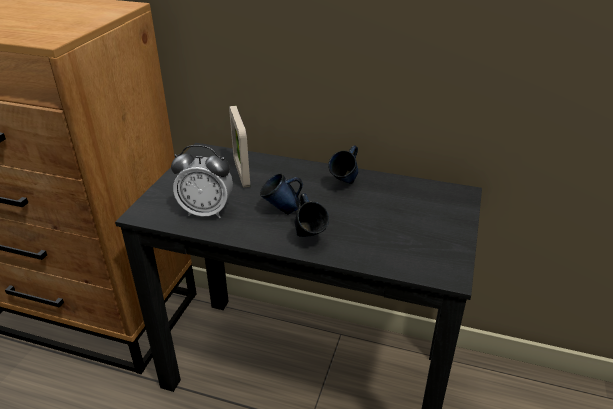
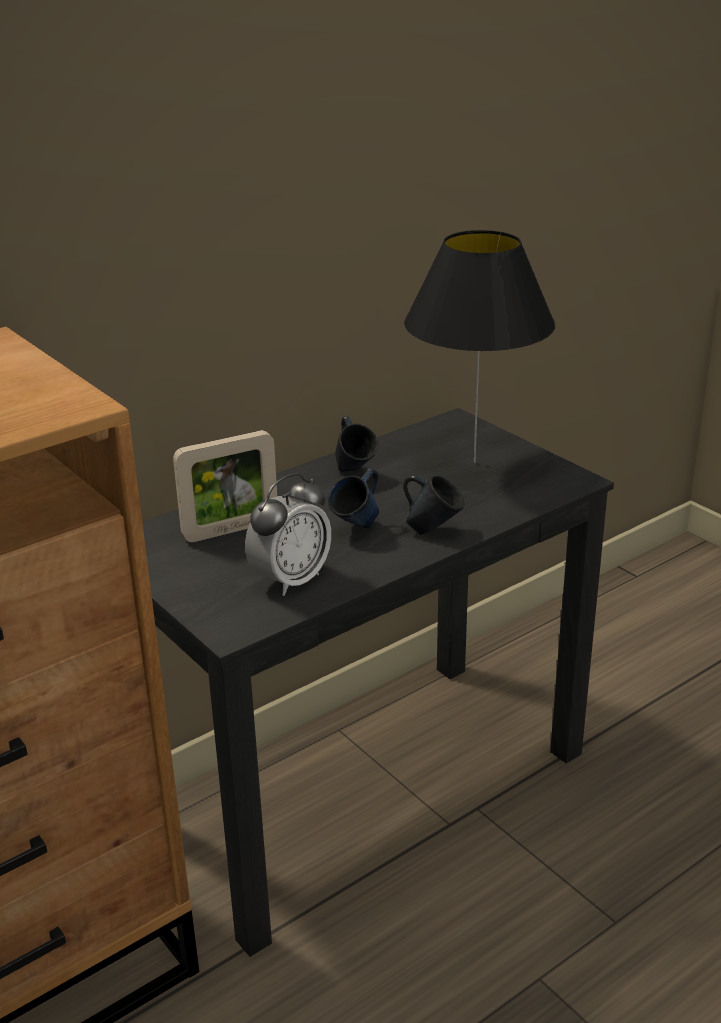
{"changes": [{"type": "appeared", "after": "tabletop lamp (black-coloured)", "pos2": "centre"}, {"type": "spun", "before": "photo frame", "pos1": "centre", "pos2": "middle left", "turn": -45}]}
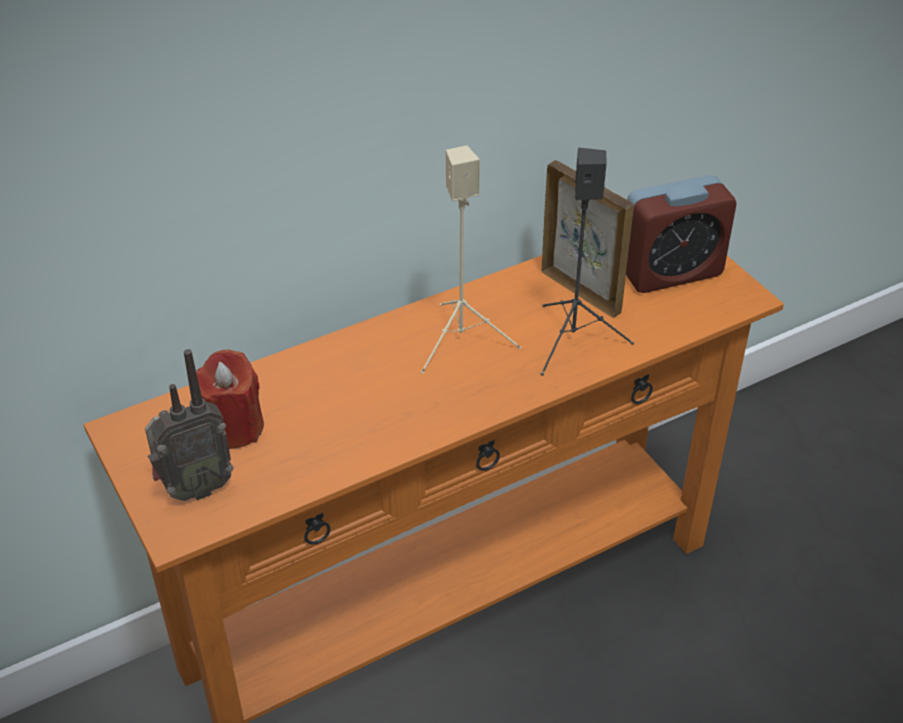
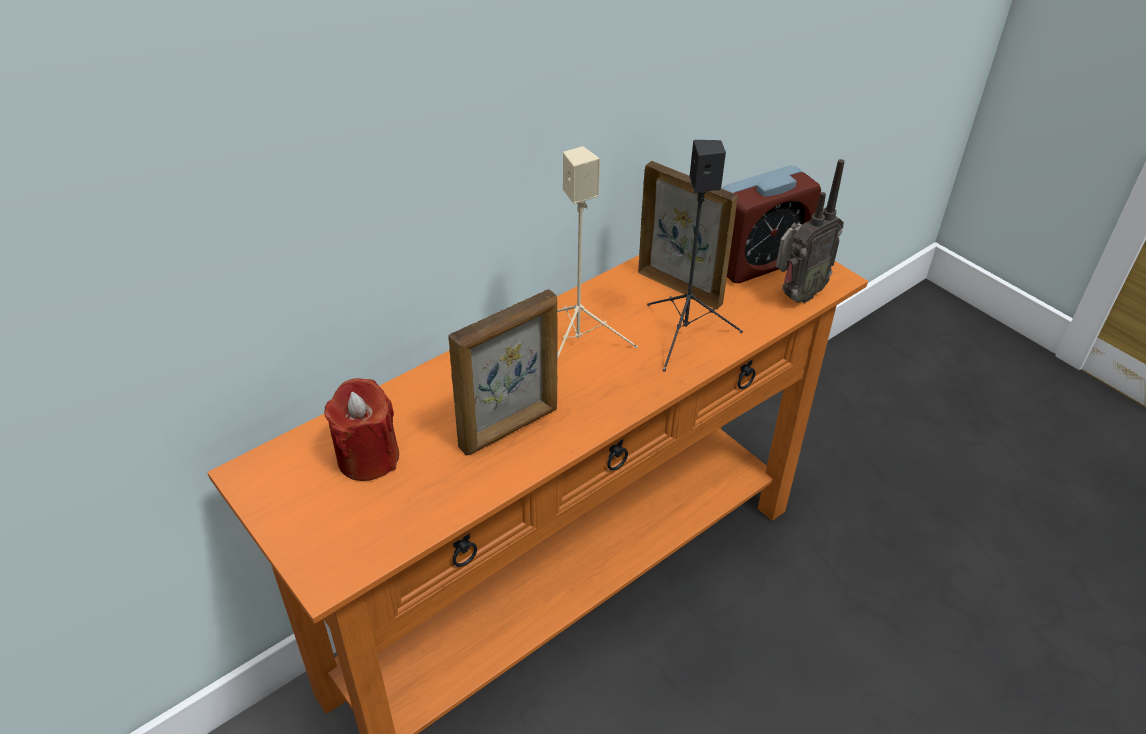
{"changes": [{"type": "appeared", "after": "photo frame (no. 1 from left)", "pos2": "centre"}, {"type": "relocated", "before": "radio receiver", "pos1": "middle left", "pos2": "top right"}]}
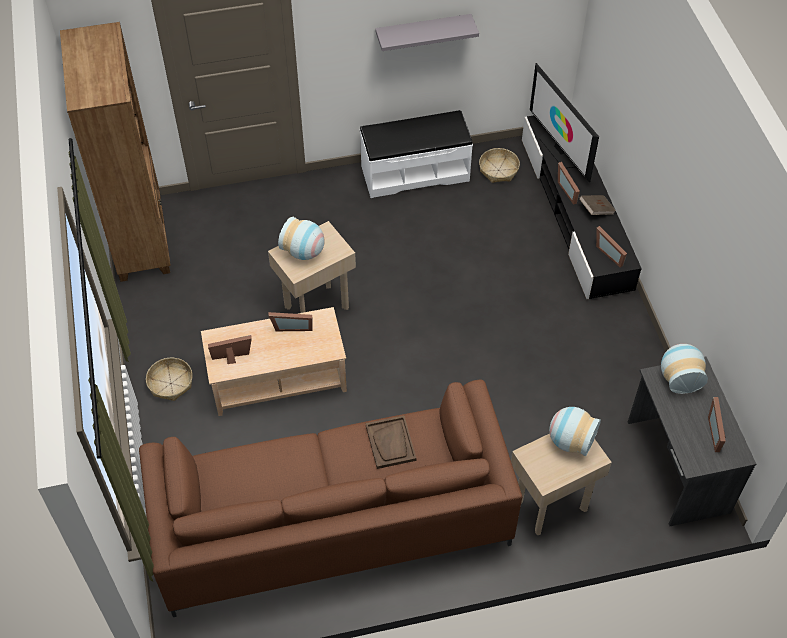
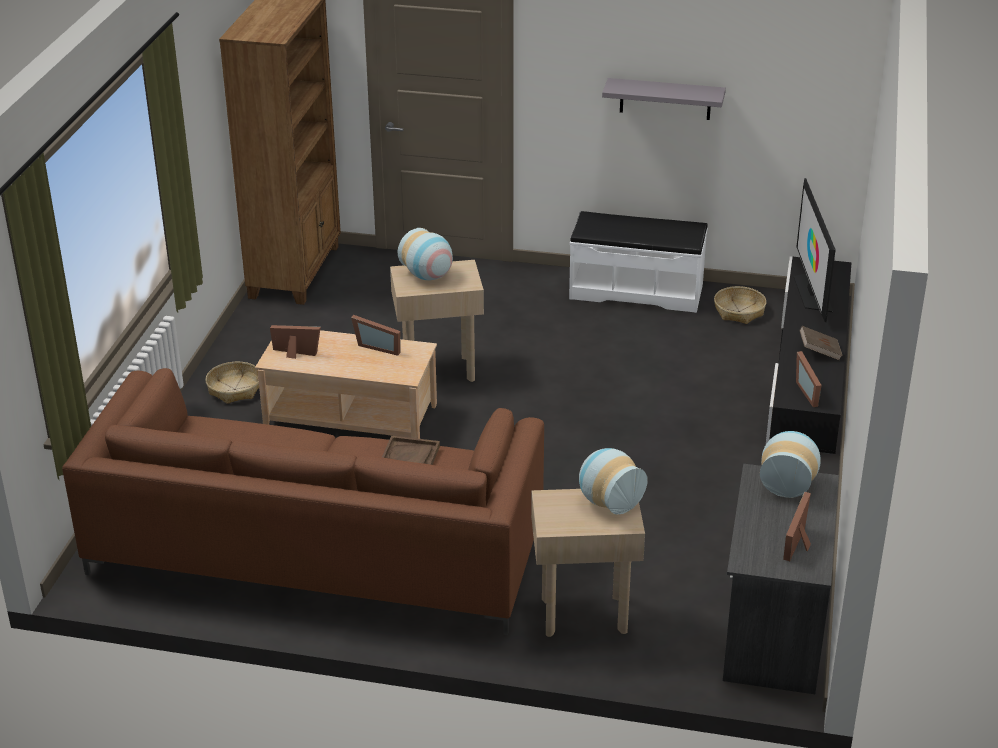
{"changes": [{"type": "missing", "before": "photo frame (no. 3 from left)", "pos1": "top right"}]}
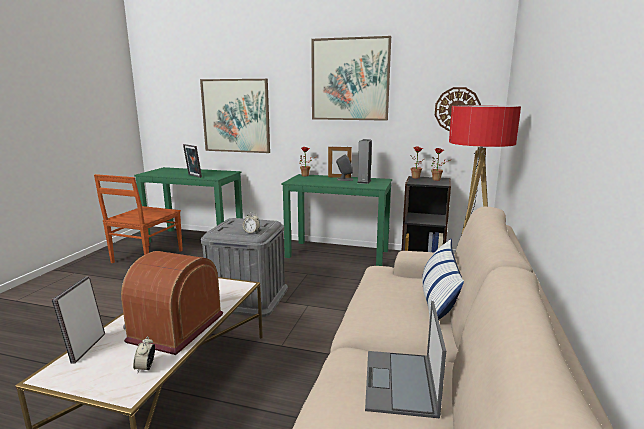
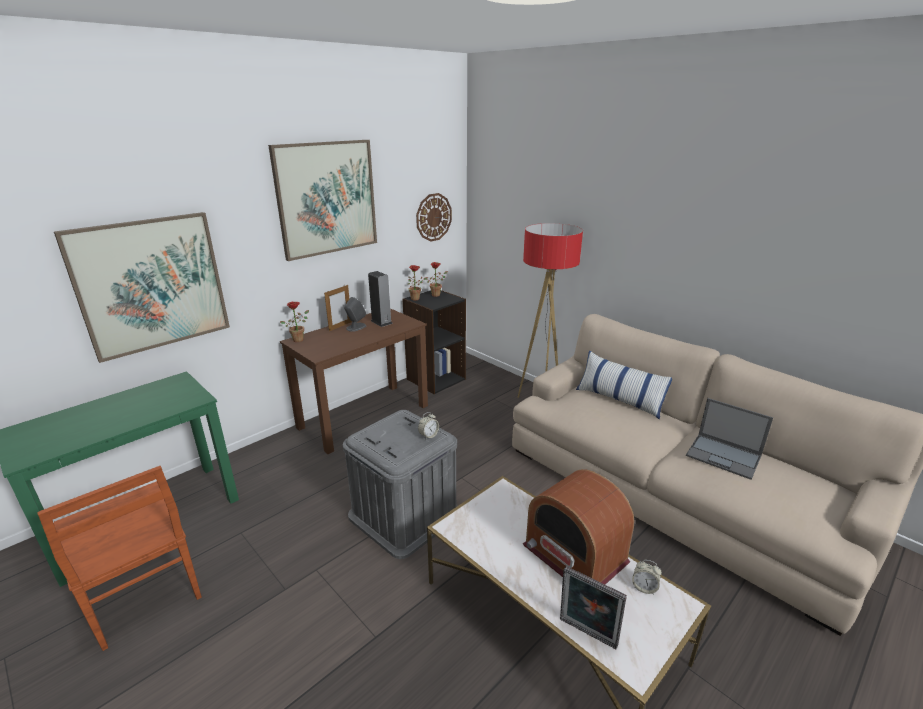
{"changes": [{"type": "missing", "before": "photo frame (no. 2 from left)", "pos1": "middle left"}, {"type": "colour", "before": "desk unit (greenish) (no. 2 from left)", "after": "desk unit (brown-coloured)", "pos1": "centre", "pos2": "centre"}]}
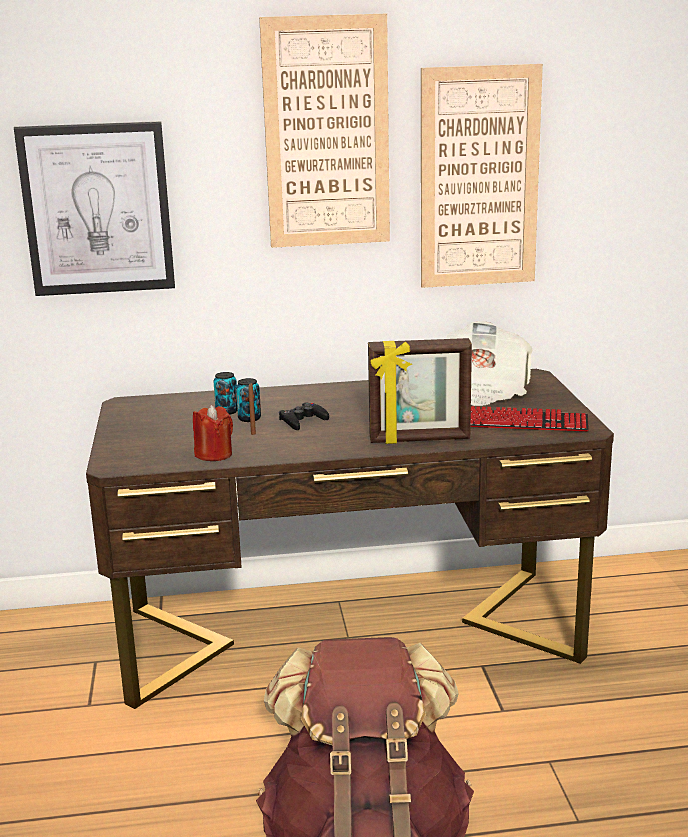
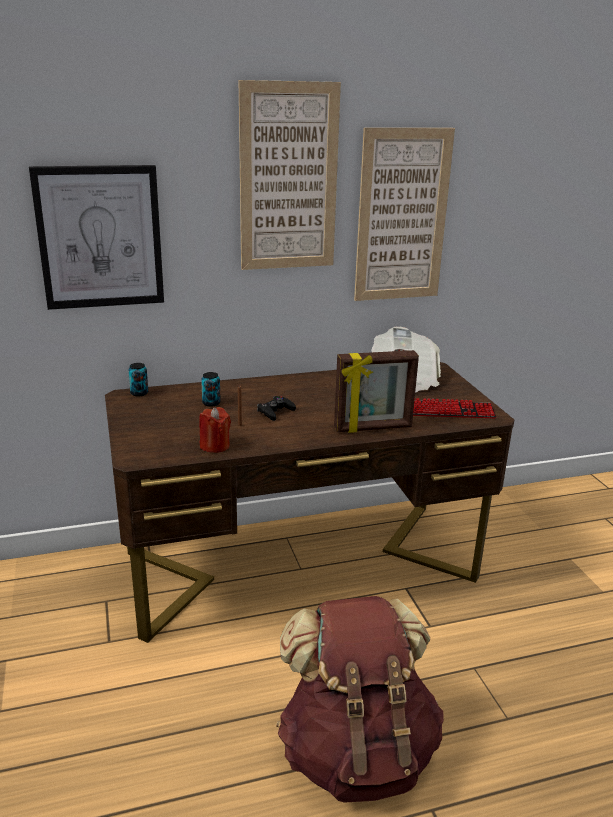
{"changes": [{"type": "relocated", "before": "sealed can (no. 2 from left in the first image)", "after": "sealed can (no. 1 from left)", "pos1": "centre", "pos2": "middle left"}]}
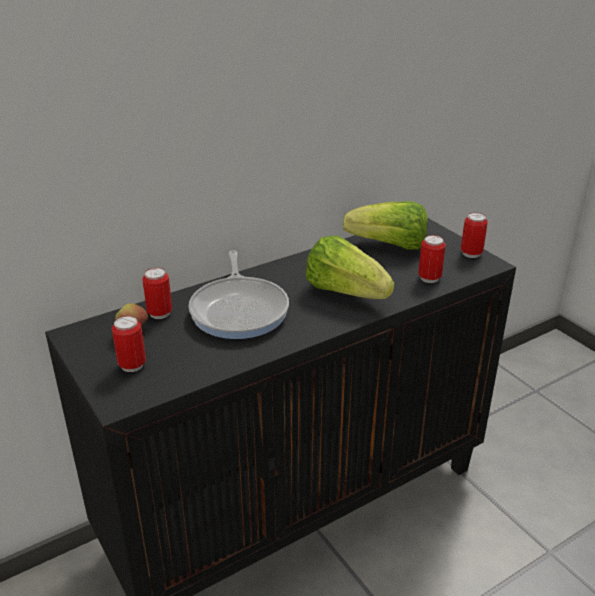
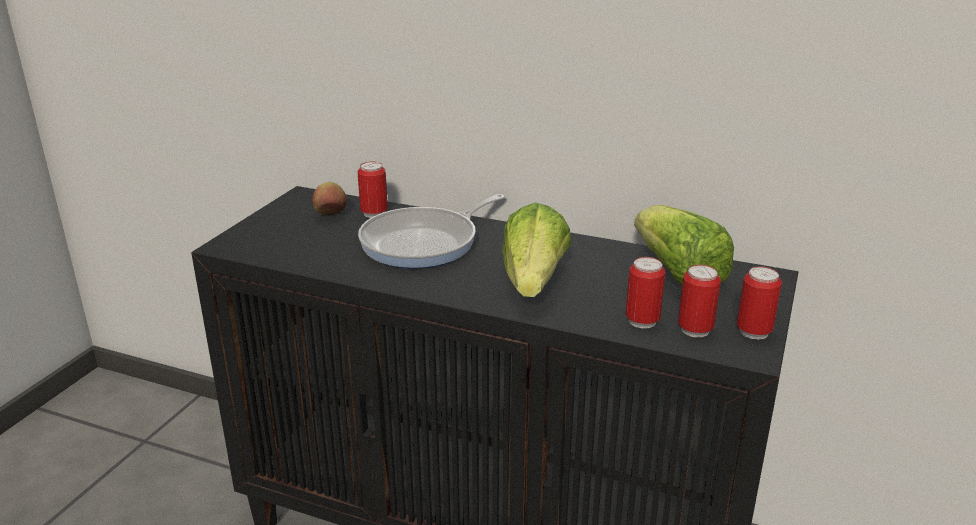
{"changes": [{"type": "relocated", "before": "sealed can (no. 1 from left in the first image)", "after": "sealed can (no. 3 from left)", "pos1": "middle left", "pos2": "middle right"}]}
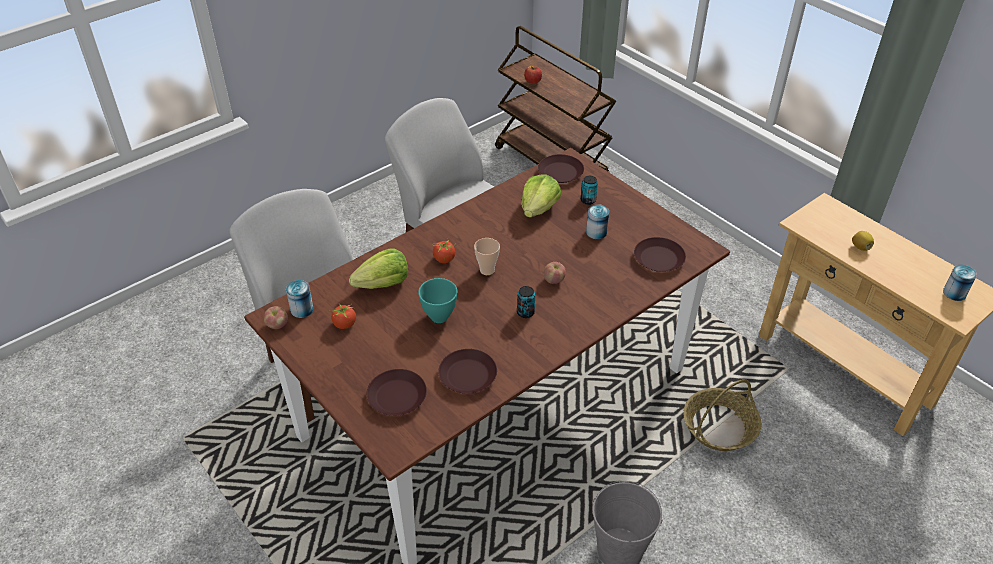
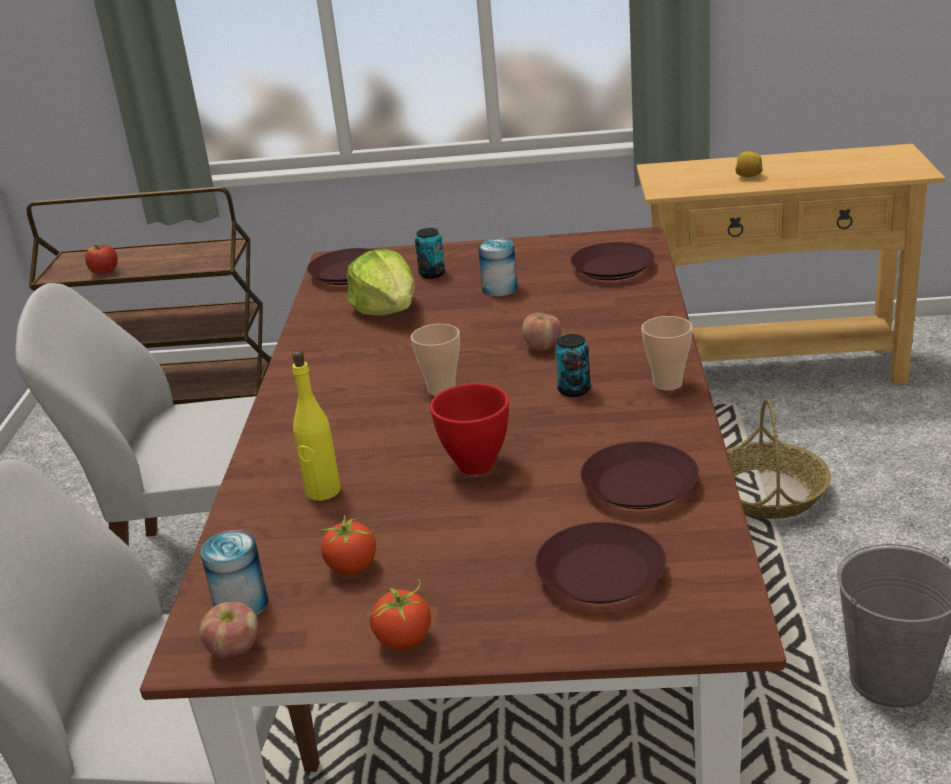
{"changes": [{"type": "missing", "before": "sealed can (no. 5 from left)", "pos1": "middle right"}, {"type": "appeared", "after": "small cup (no. 2 from left)", "pos2": "middle right"}, {"type": "relocated", "before": "tomato (no. 2 from left)", "pos1": "centre", "pos2": "bottom centre"}, {"type": "exchanged", "before": "lettuce (no. 1 from left)", "after": "beverage bottle (yellow-coloured)", "pos1": "centre", "pos2": "middle left"}, {"type": "colour", "before": "serving bowl (blue-green)", "after": "serving bowl (red-coloured)", "pos1": "centre", "pos2": "centre"}]}
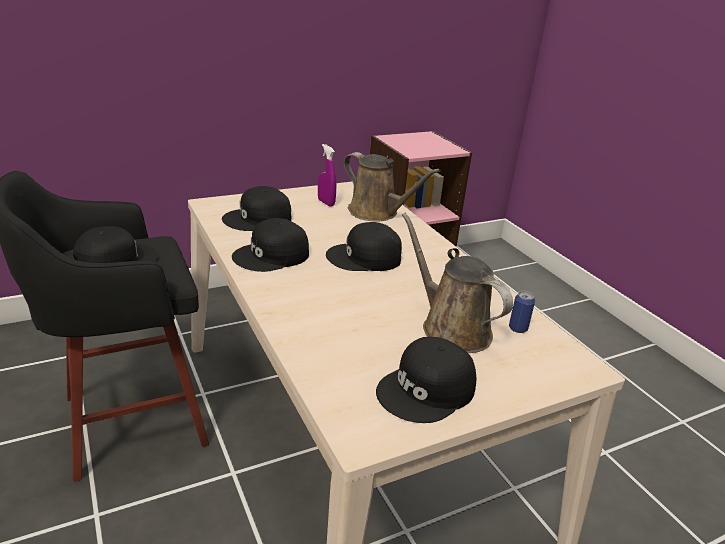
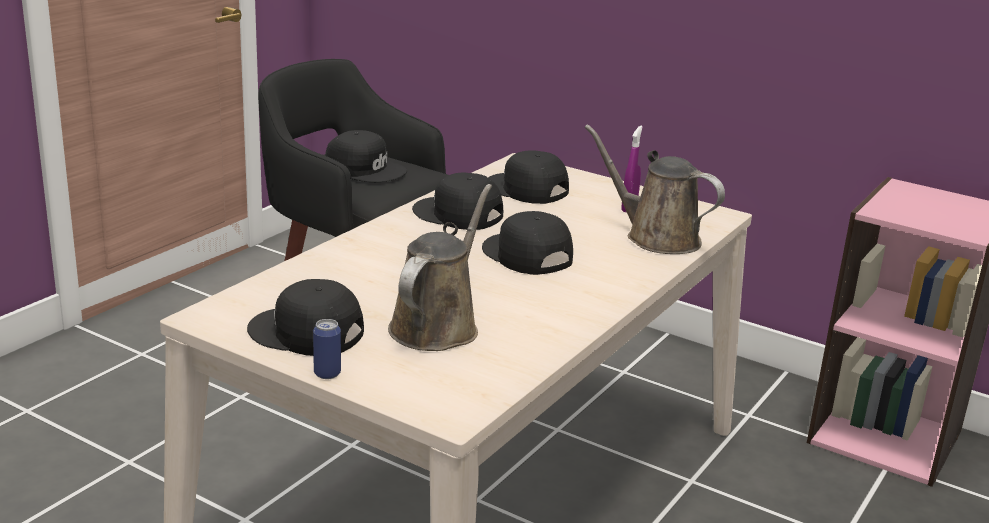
{"changes": [{"type": "relocated", "before": "sealed can", "pos1": "middle right", "pos2": "bottom left"}, {"type": "spun", "before": "sprinkling can (brown-coloured) (no. 1 from left in the first image)", "pos1": "centre", "pos2": "centre", "turn": 120}]}
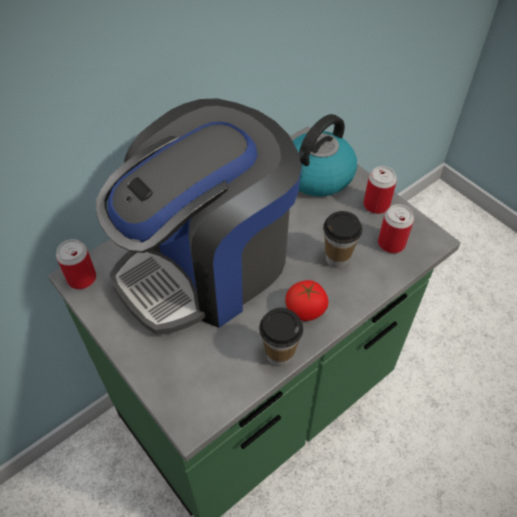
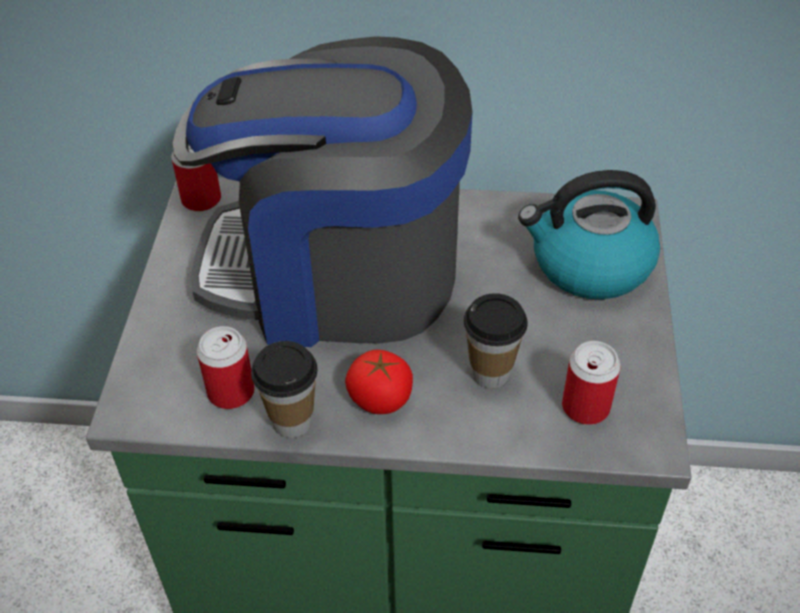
{"changes": [{"type": "relocated", "before": "sealed can (no. 2 from left)", "pos1": "middle right", "pos2": "middle left"}]}
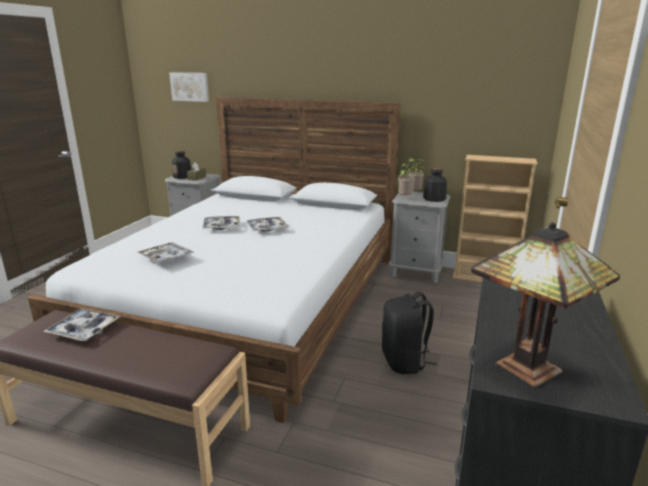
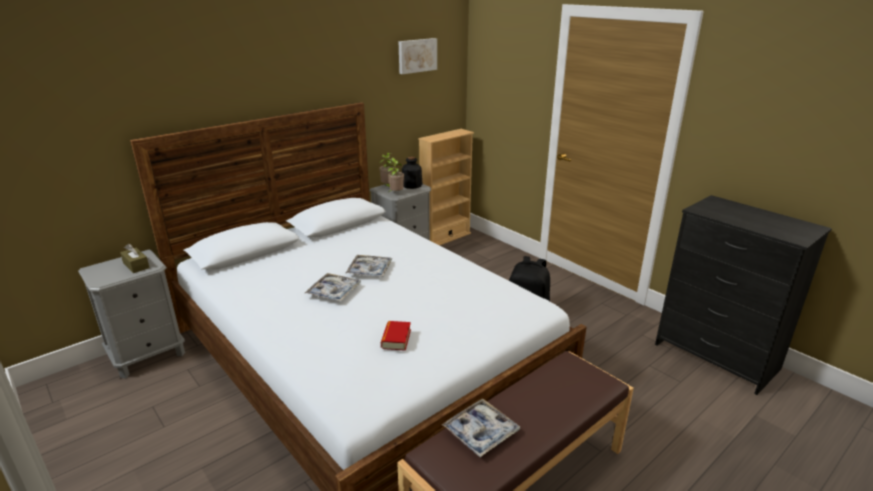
{"changes": [{"type": "missing", "before": "beverage bottle (no. 1 from left)", "pos1": "middle left"}, {"type": "missing", "before": "tabletop lamp", "pos1": "middle right"}, {"type": "relocated", "before": "wall art", "pos1": "top left", "pos2": "top centre"}, {"type": "exchanged", "before": "carrying tray (no. 2 from left)", "after": "bound book", "pos1": "middle left", "pos2": "bottom centre"}]}
